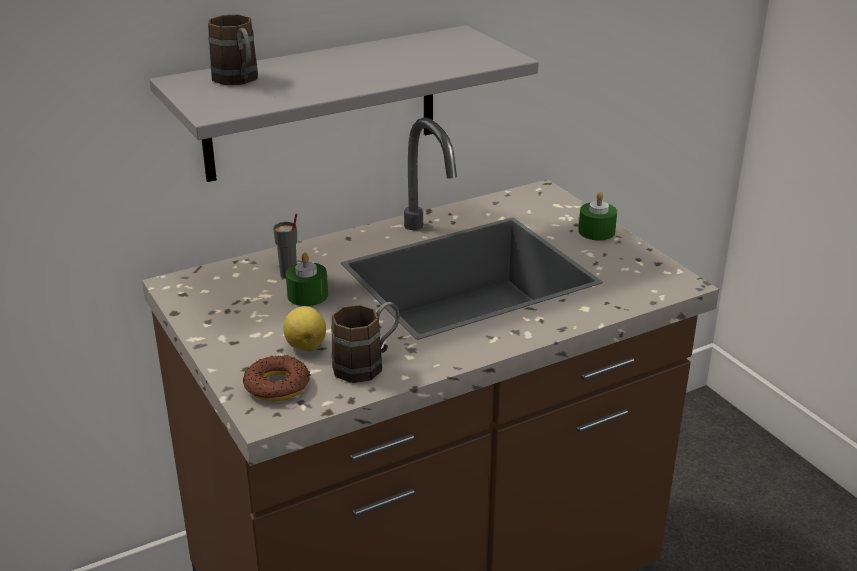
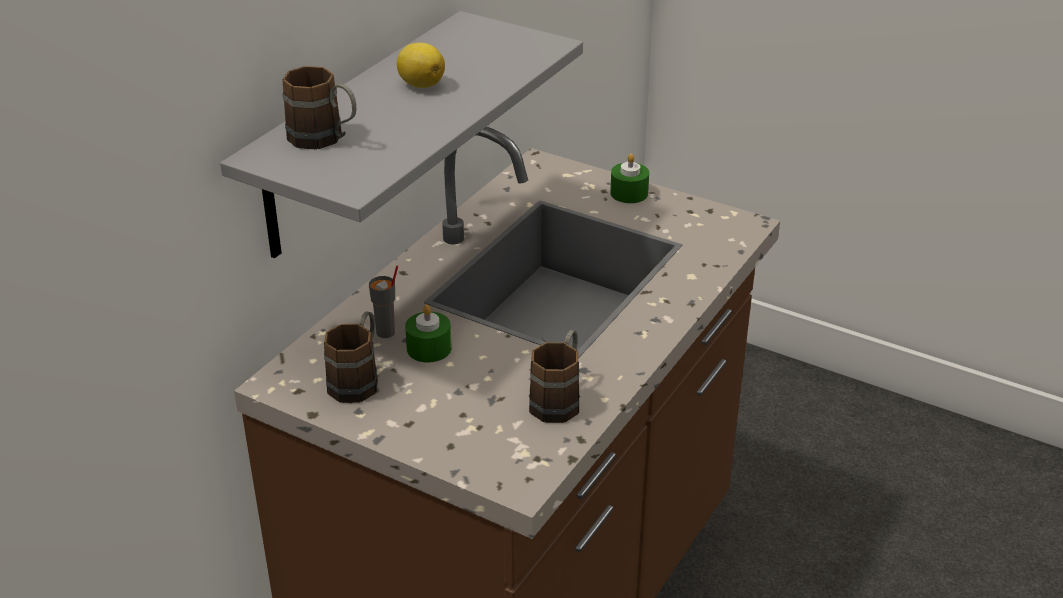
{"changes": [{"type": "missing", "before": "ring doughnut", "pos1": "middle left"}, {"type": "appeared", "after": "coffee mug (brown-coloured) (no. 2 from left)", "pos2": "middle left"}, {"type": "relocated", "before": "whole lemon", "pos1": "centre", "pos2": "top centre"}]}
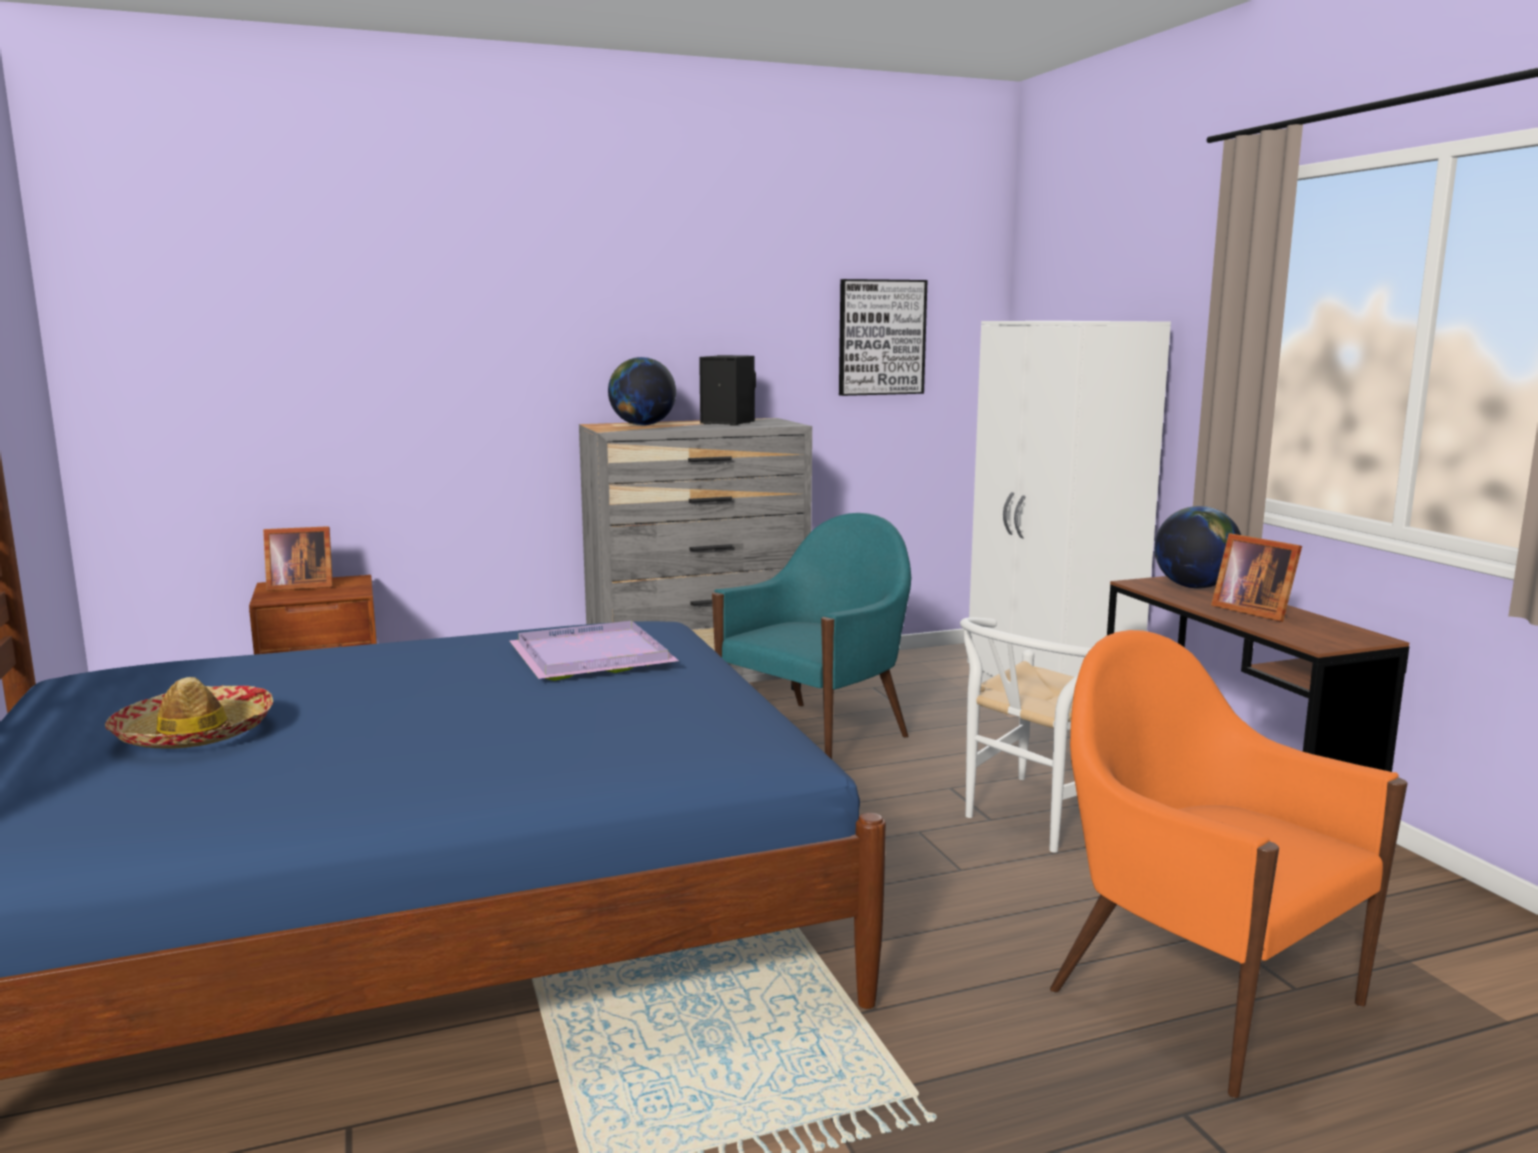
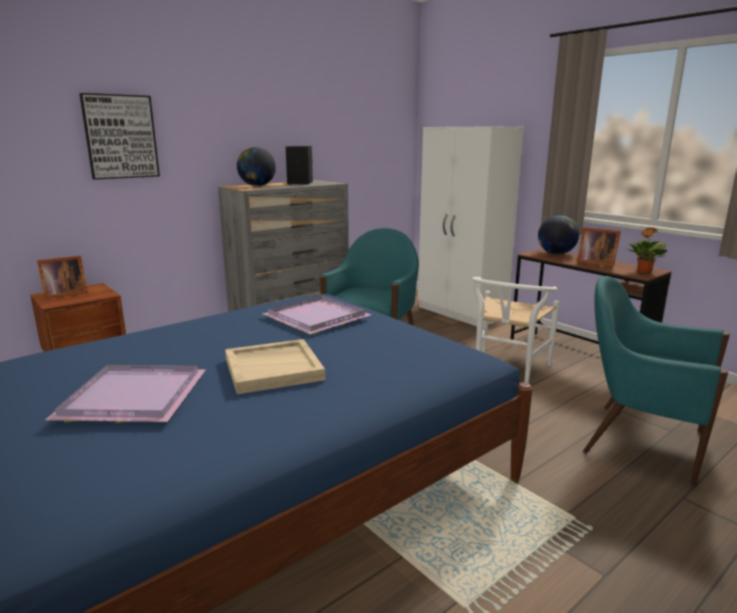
{"changes": [{"type": "appeared", "after": "carrying tray (beige)", "pos2": "centre"}, {"type": "appeared", "after": "potted plant", "pos2": "middle right"}, {"type": "relocated", "before": "wall art", "pos1": "top centre", "pos2": "top left"}, {"type": "exchanged", "before": "clothing hat", "after": "carrying tray (purple) (no. 1 from left)", "pos1": "middle left", "pos2": "middle left"}, {"type": "colour", "before": "armchair (orangey)", "after": "armchair (blue-green) (no. 2 from left)", "pos1": "bottom right", "pos2": "middle right"}]}
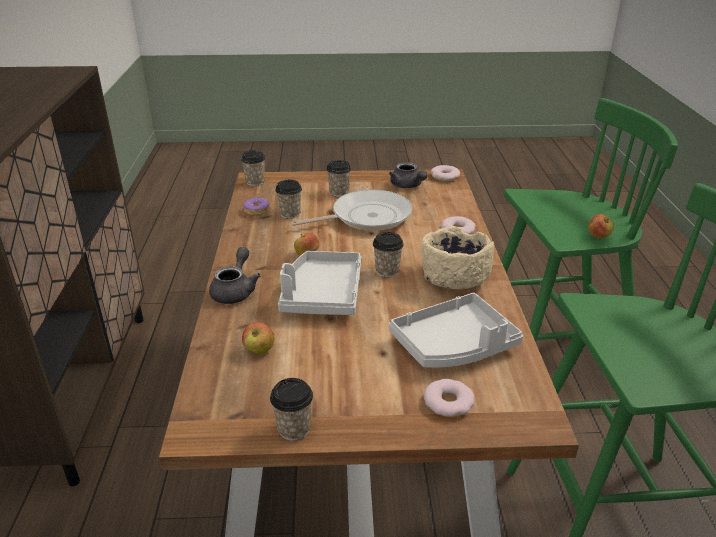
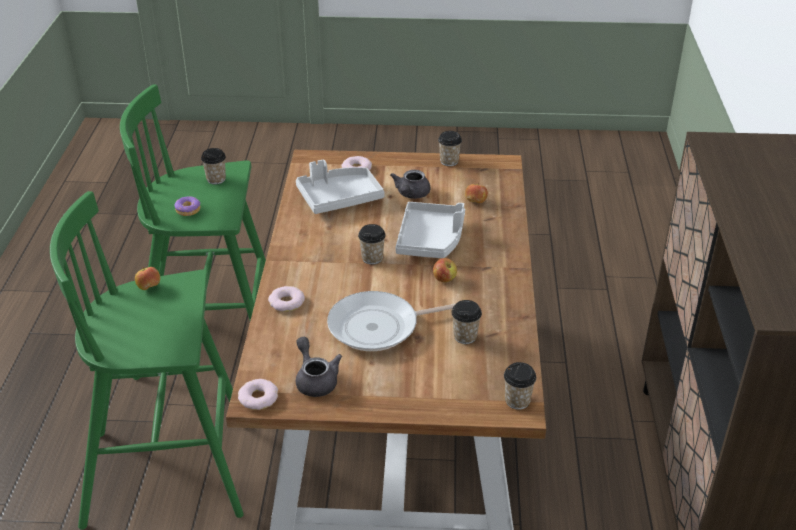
{"changes": [{"type": "missing", "before": "serving bowl (beige)", "pos1": "centre"}, {"type": "relocated", "before": "pot for tea (greyish) (no. 1 from left in the first image)", "after": "pot for tea (greyish) (no. 2 from left)", "pos1": "middle left", "pos2": "centre"}, {"type": "relocated", "before": "ring doughnut (no. 1 from left)", "pos1": "centre", "pos2": "middle left"}, {"type": "relocated", "before": "small cup (no. 4 from left in the first image)", "after": "small cup (no. 1 from left)", "pos1": "top centre", "pos2": "top left"}]}
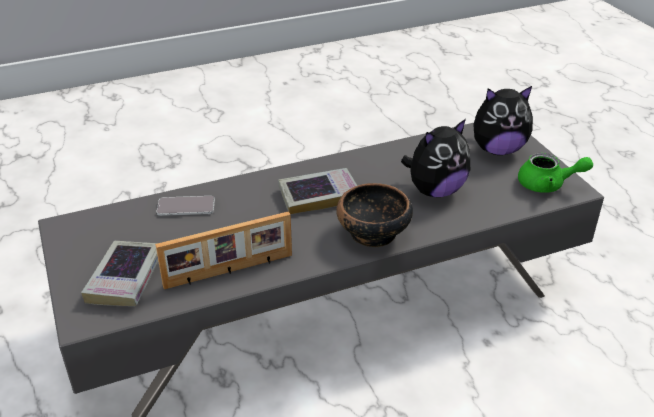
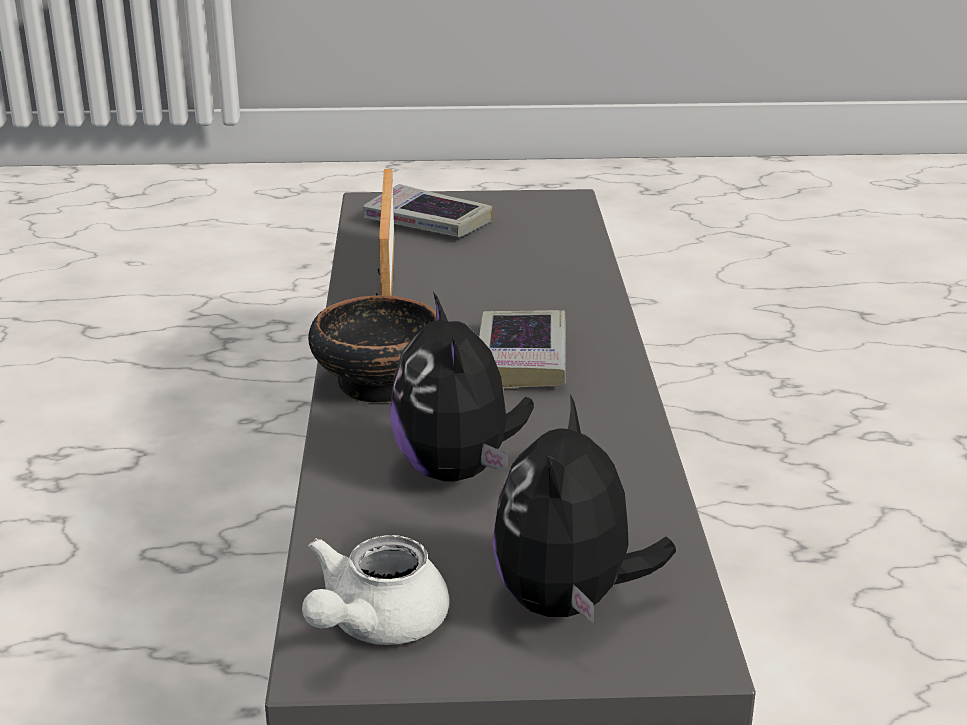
{"changes": [{"type": "missing", "before": "phone", "pos1": "middle left"}, {"type": "colour", "before": "pot for tea (greenish)", "after": "pot for tea (whitish)", "pos1": "middle right", "pos2": "bottom centre"}]}
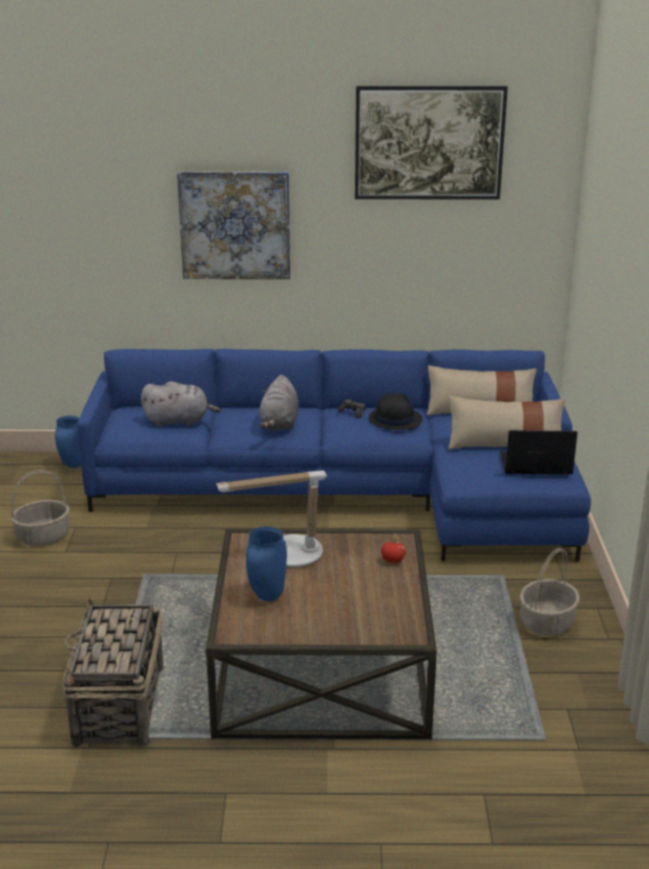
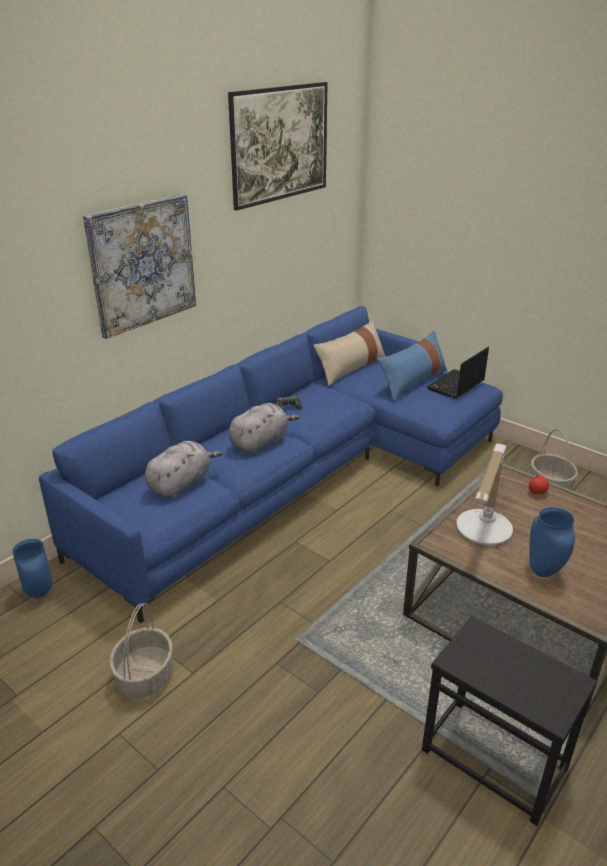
{"changes": [{"type": "missing", "before": "clothing hat (black-coloured)", "pos1": "centre"}, {"type": "exchanged", "before": "basket (no. 2 from left)", "after": "accent table (black-coloured)", "pos1": "bottom left", "pos2": "bottom right"}, {"type": "colour", "before": "pillow (beige) (no. 2 from left)", "after": "pillow (bluish)", "pos1": "middle right", "pos2": "middle right"}, {"type": "spun", "before": "plush toy (greyish) (no. 2 from left)", "pos1": "centre", "pos2": "centre", "turn": -90}]}
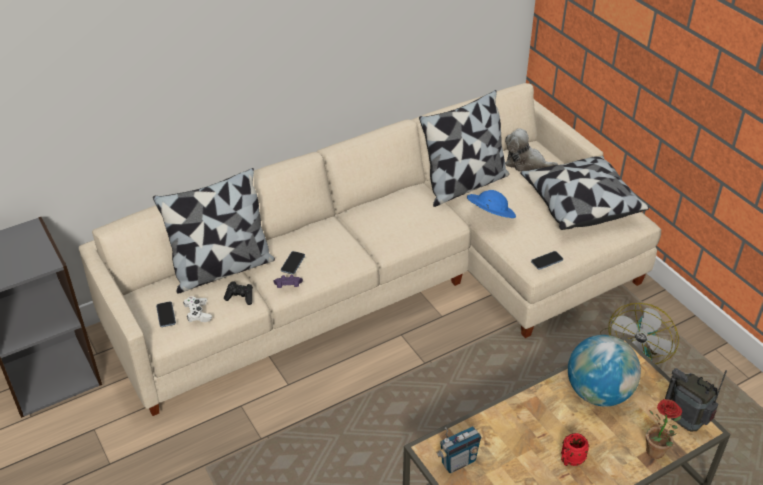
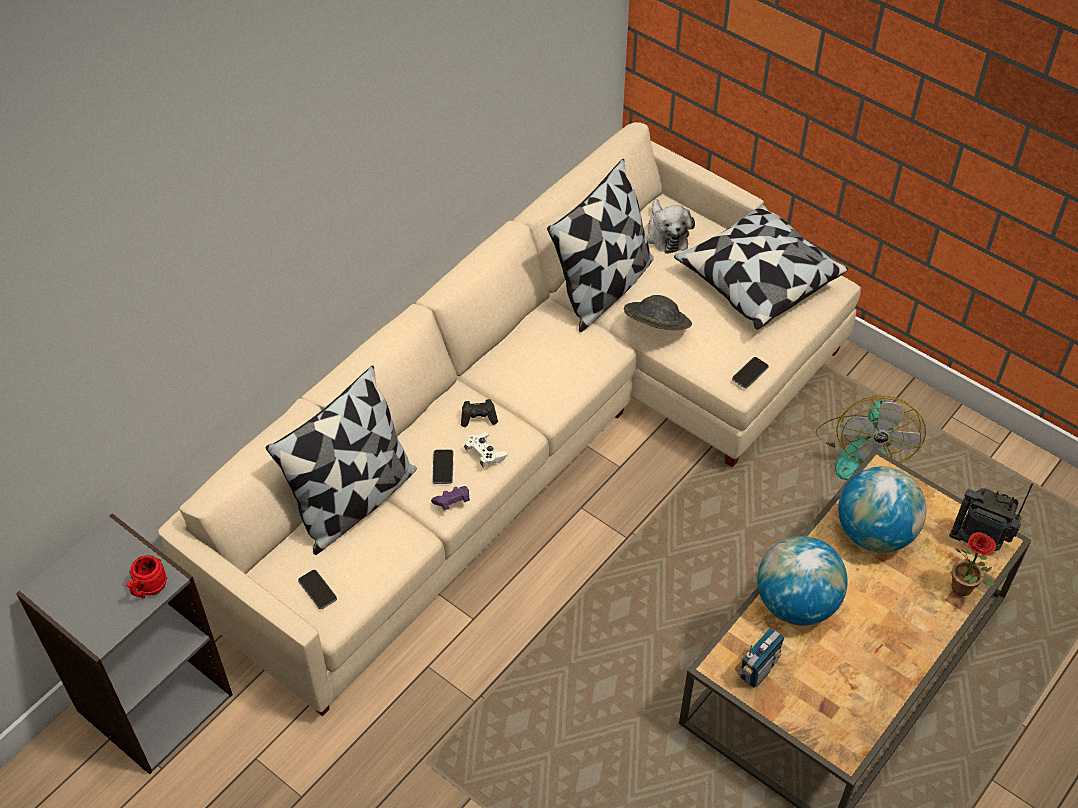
{"changes": [{"type": "appeared", "after": "globe (no. 1 from left)", "pos2": "bottom right"}, {"type": "relocated", "before": "gamepad (whitish)", "pos1": "middle left", "pos2": "centre"}, {"type": "relocated", "before": "gamepad (black-coloured)", "pos1": "middle left", "pos2": "centre"}, {"type": "relocated", "before": "coffee mug (red-coloured)", "pos1": "bottom right", "pos2": "bottom left"}, {"type": "colour", "before": "clothing hat (bluish)", "after": "clothing hat (greyish)", "pos1": "centre", "pos2": "centre"}, {"type": "spun", "before": "plush toy", "pos1": "top right", "pos2": "top centre", "turn": -105}]}
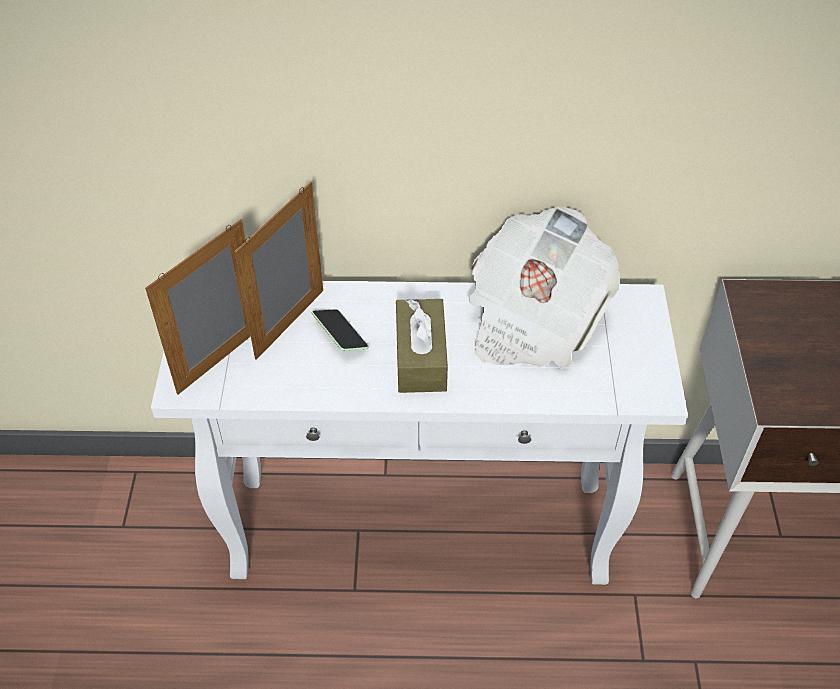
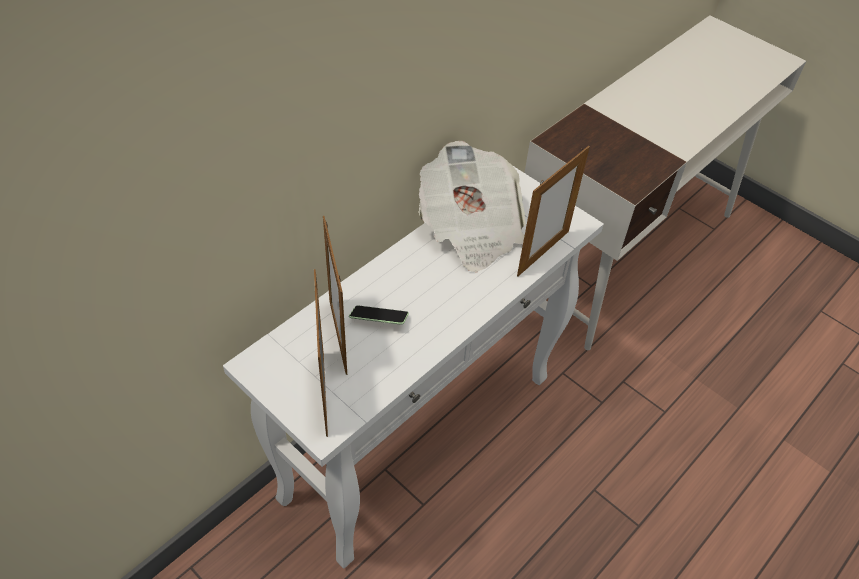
{"changes": [{"type": "missing", "before": "tissue box (brown-coloured)", "pos1": "centre"}, {"type": "appeared", "after": "photo frame (no. 3 from left)", "pos2": "centre"}]}
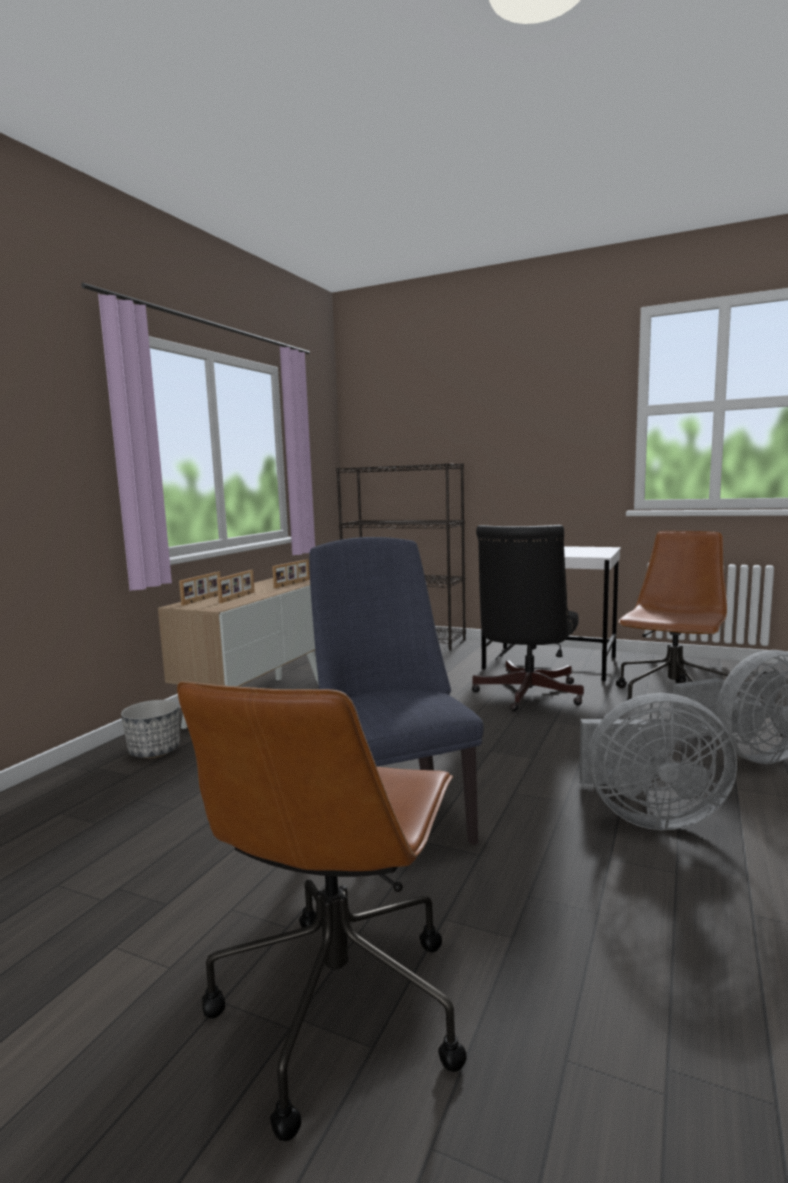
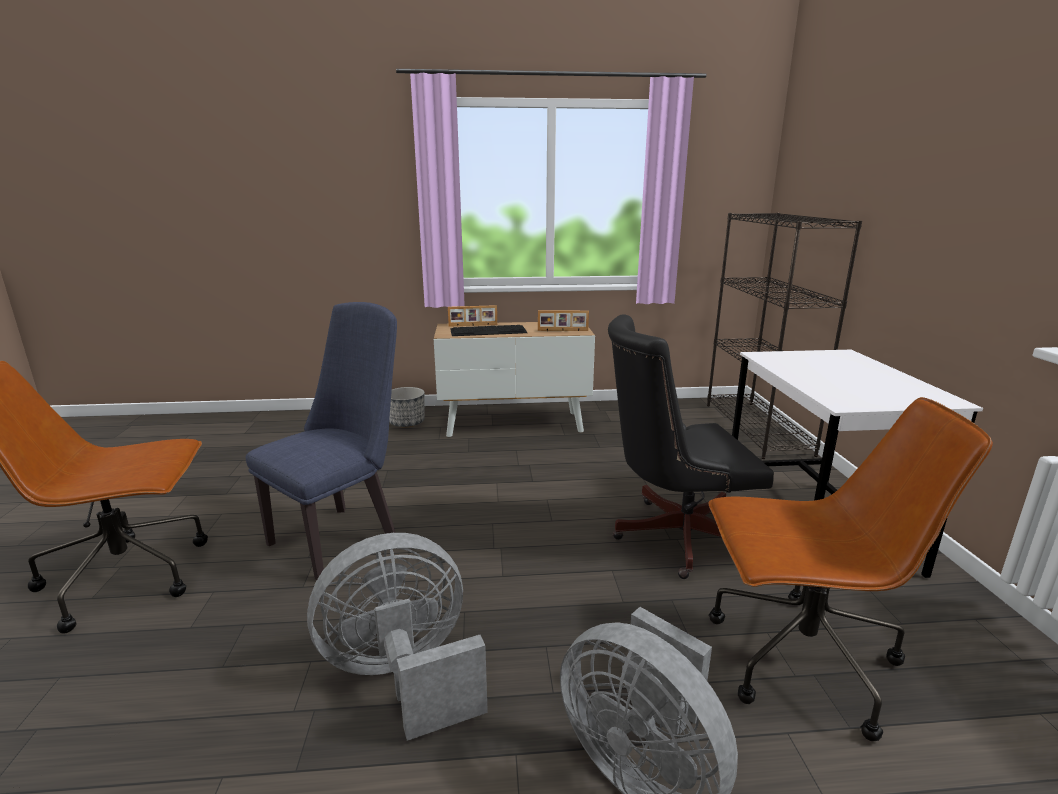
{"changes": [{"type": "exchanged", "before": "photo frame (no. 2 from left)", "after": "PC keyboard", "pos1": "middle left", "pos2": "centre"}, {"type": "spun", "before": "electric fan (greyish) (no. 1 from left)", "pos1": "middle right", "pos2": "bottom centre", "turn": 90}]}
